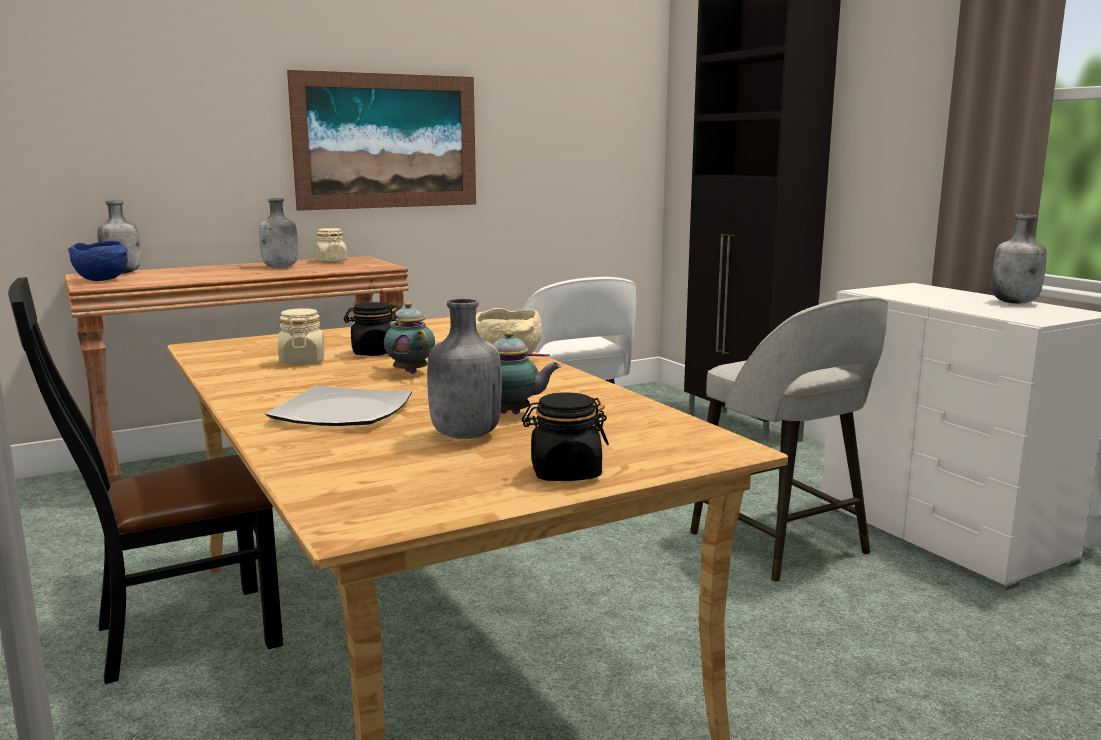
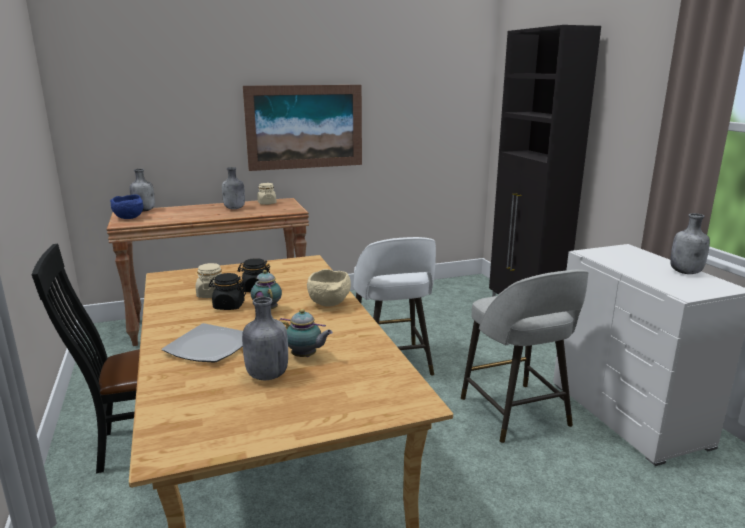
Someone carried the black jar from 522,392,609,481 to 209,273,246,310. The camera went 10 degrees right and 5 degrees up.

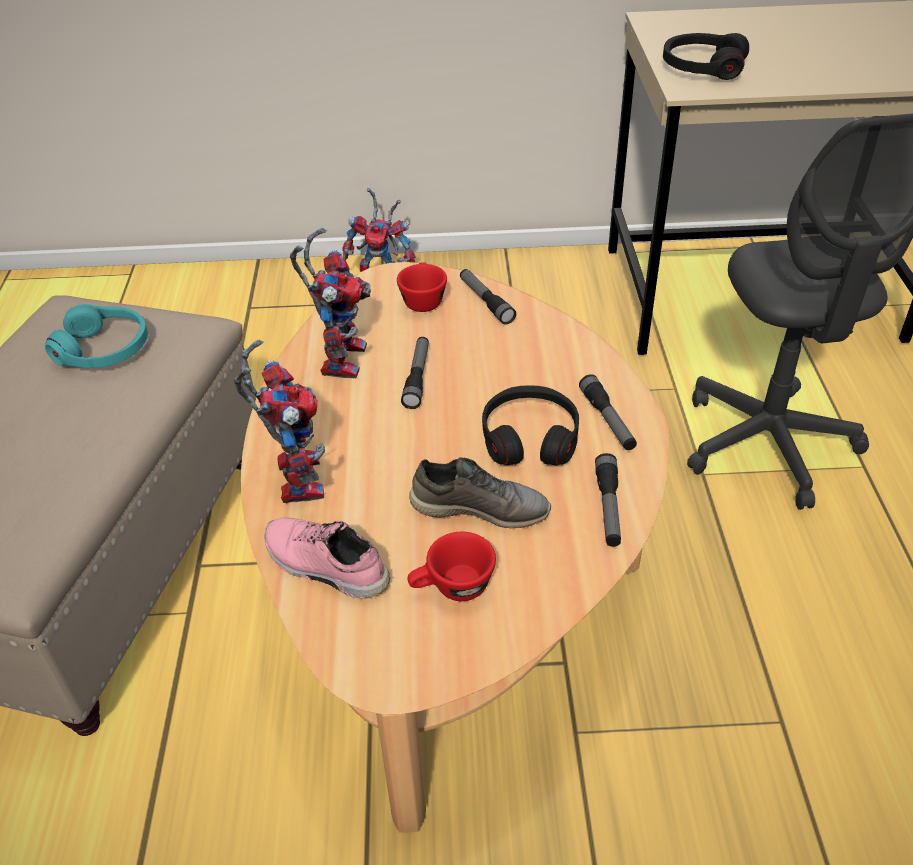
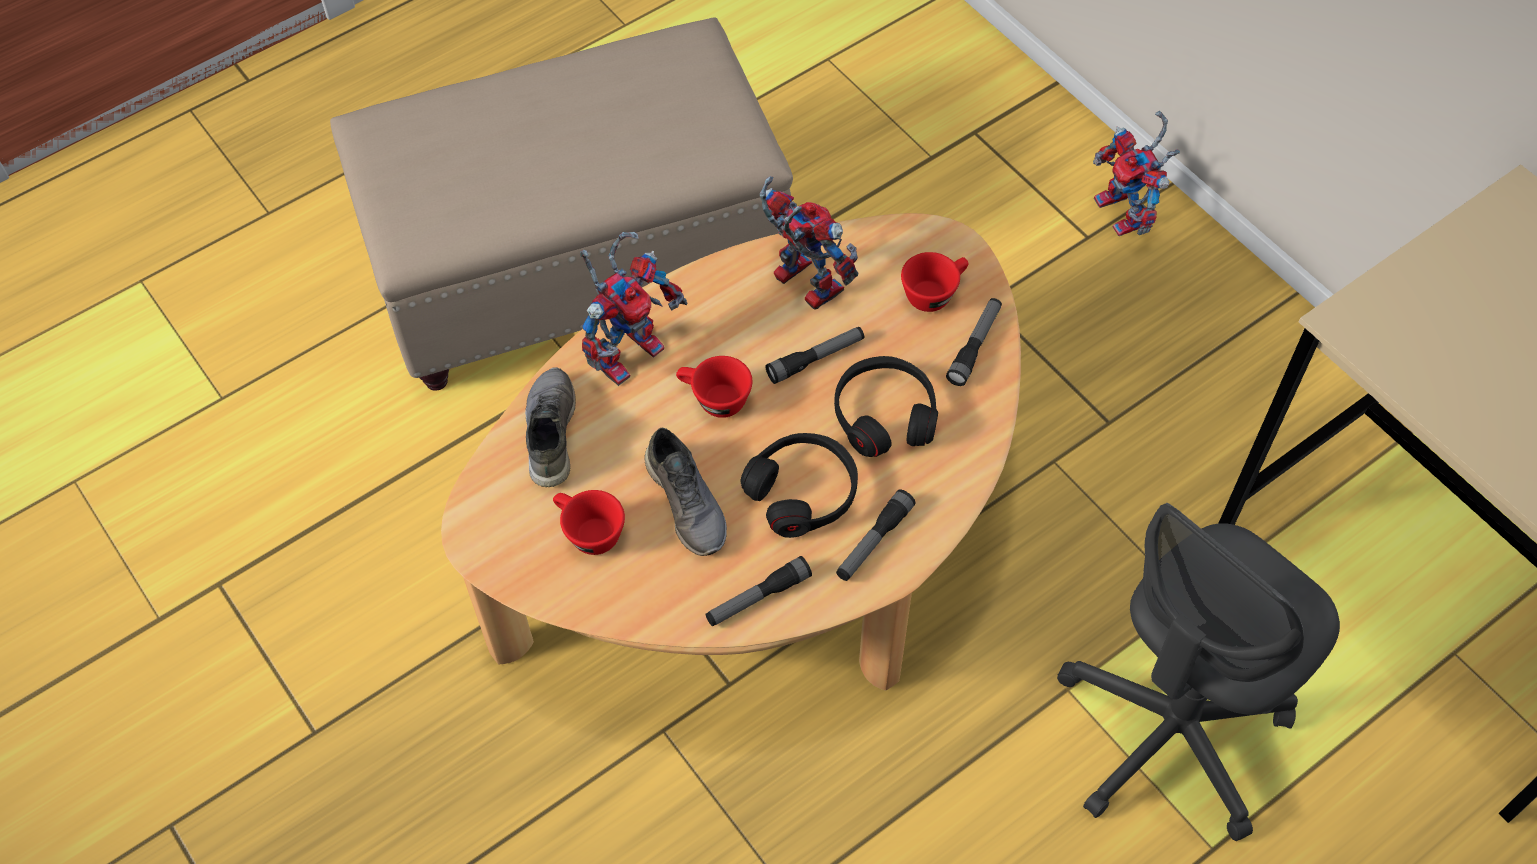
Someone took away the turquoise headphones at 45,304,148,368. Someone put down the red cup at 676,356,752,418. Someone carried the black headphones from 663,33,749,80 to 834,356,938,457. Someone repainted the pink shoe at 264,517,390,599, which became the grey shoe at 525,367,576,487. Someone rotated the toy robot at 290,228,371,378 by 105 degrees counterclockwise. The camera went 55 degrees right and 15 degrees up.

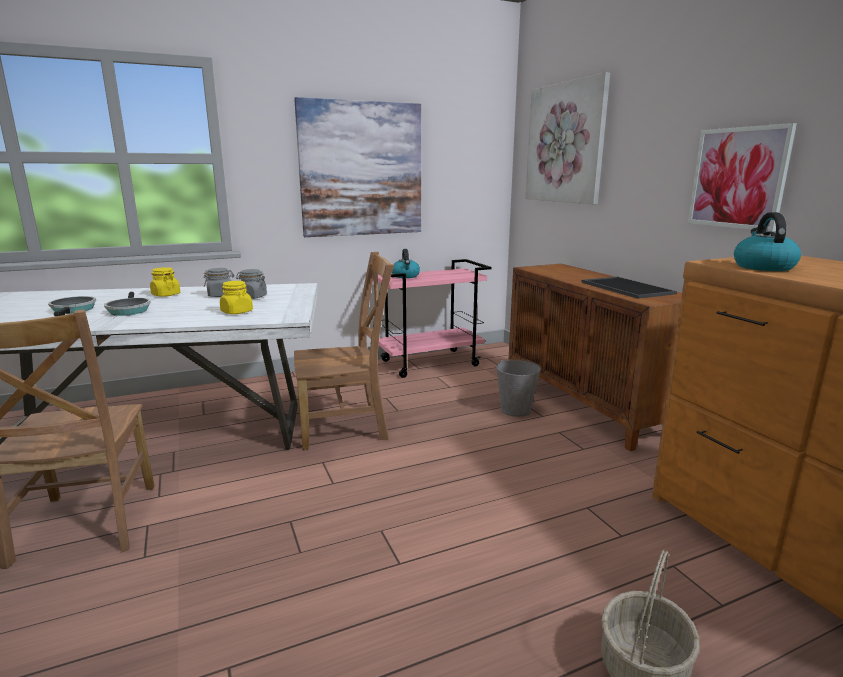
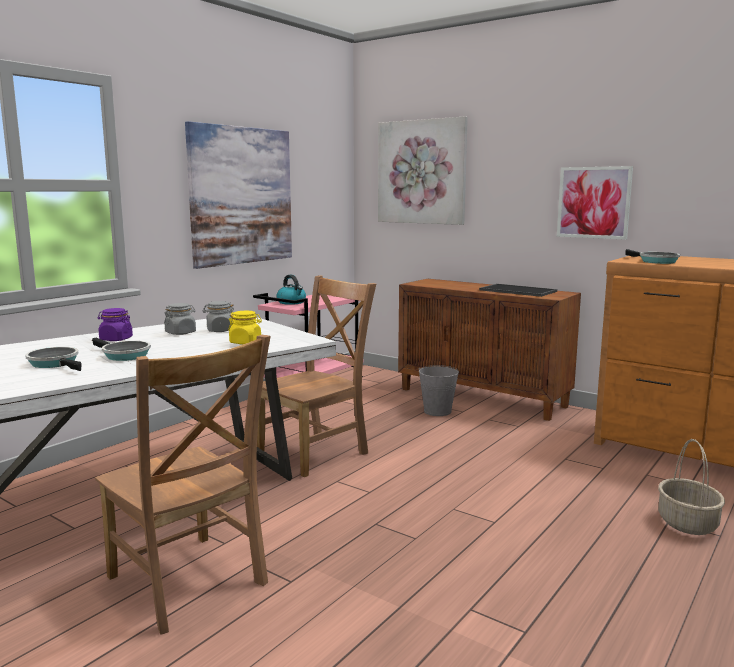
Someone swapped the kettle at 734,212,801,271 for the frying pan at 625,249,680,264. Someone repainted the yellow jar at 150,267,180,297, which became the purple jar at 97,308,133,341. The camera went 30 degrees left and 5 degrees down.

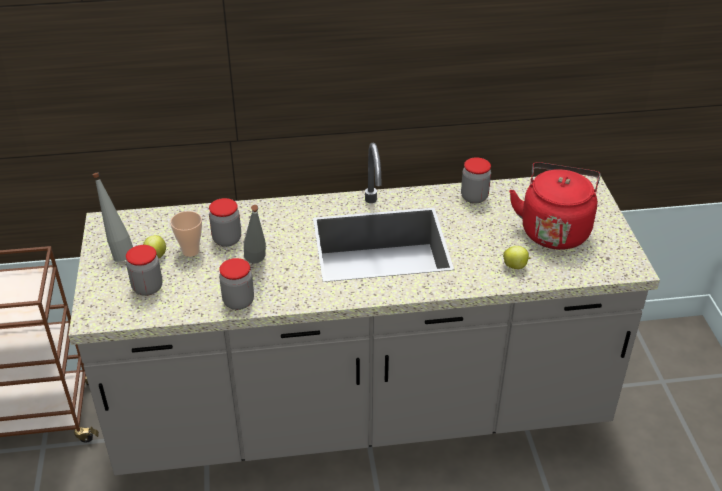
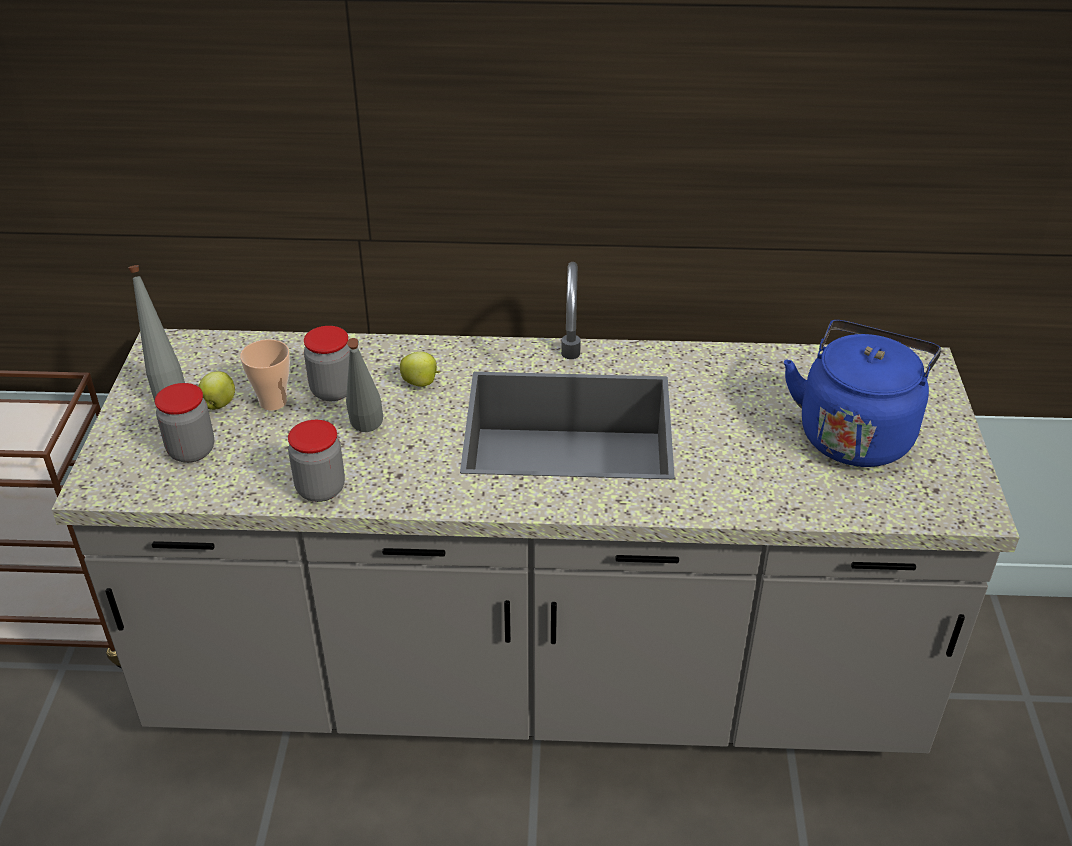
Someone took away the jar at 461,158,491,204. Someone carried the apple from 503,246,531,269 to 400,352,440,387. Someone repainted the red kettle at 509,162,601,250, which became the blue kettle at 784,320,941,467. The camera went 10 degrees right and 0 degrees up.

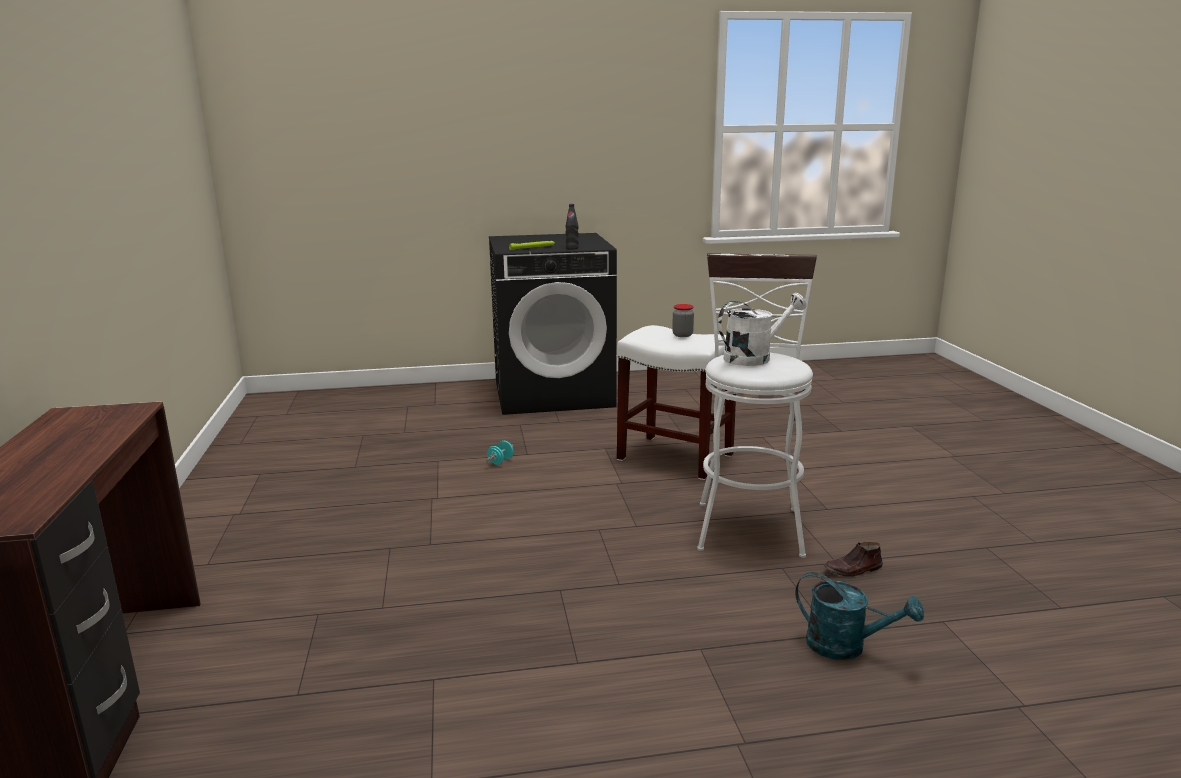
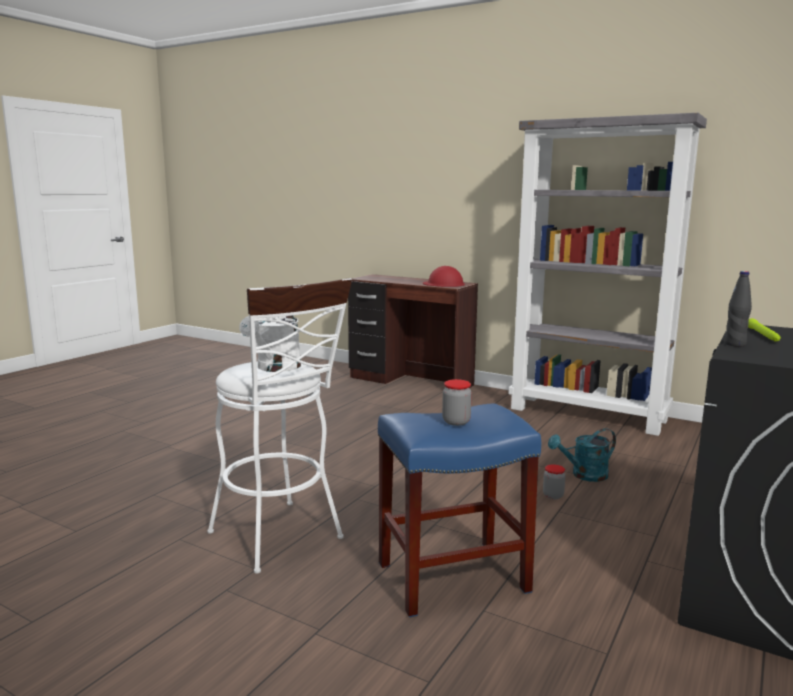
Someone took away the brown shoe at 824,542,883,577. Someone put down the red hard hat at 423,266,465,287. Someone put down the grey bookcase at 509,113,707,436. Someone carried the turquoise watering can from 795,572,924,660 to 548,428,616,482. Someone swapped the turquoise dumbbell at 486,441,514,465 for the jar at 543,464,565,499. Someone repainted the white stool at 617,325,736,480, which became the blue stool at 378,403,541,617. The camera went 130 degrees right and 5 degrees down.

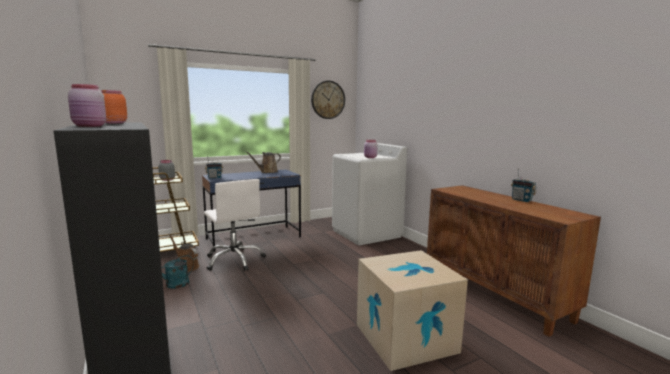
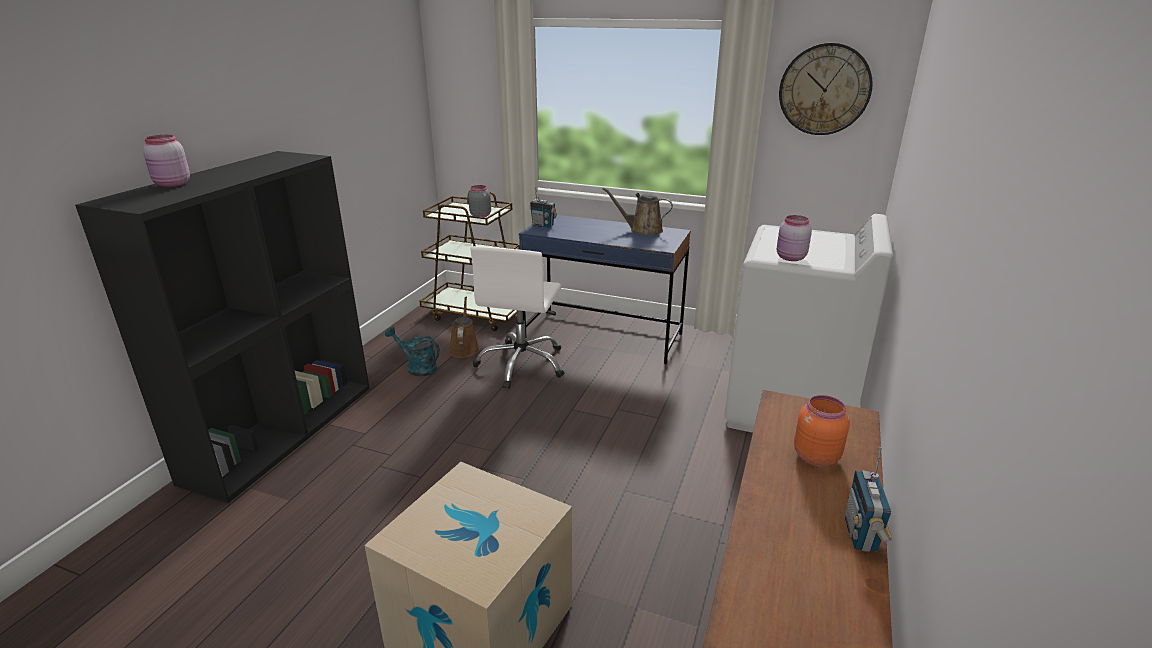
Someone carried the orange jar from 101,90,127,123 to 794,395,850,467. The camera went 50 degrees right and 15 degrees up.

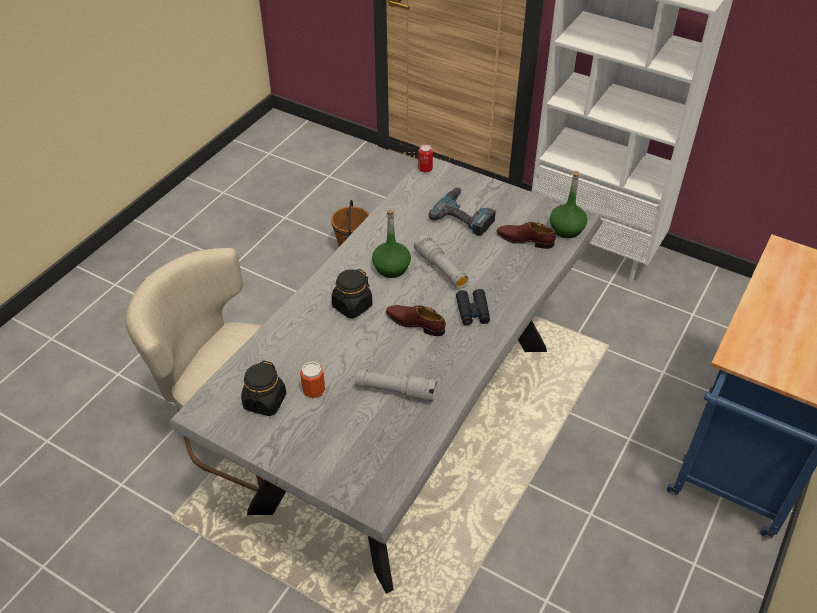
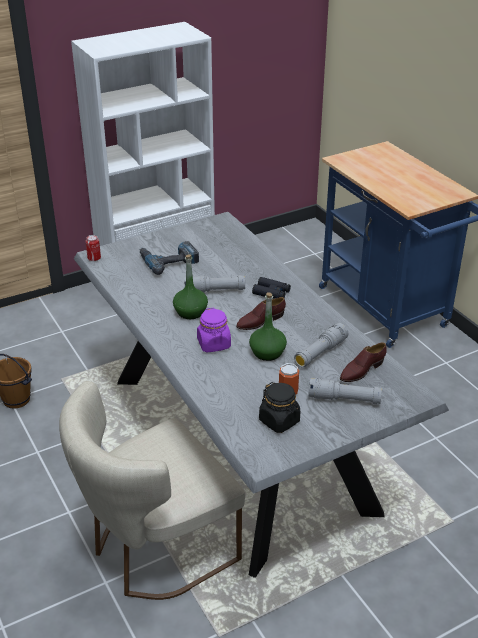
Someone put down the grey flashlight at 308,378,382,404. Someone carried the brown shoe from 496,222,556,249 to 340,342,387,382. Someone carried the green bottle from 550,171,587,238 to 249,292,287,361. Someone repainted the black jar at 331,269,373,319, which became the purple jar at 197,308,231,352. The camera went 60 degrees left and 10 degrees down.

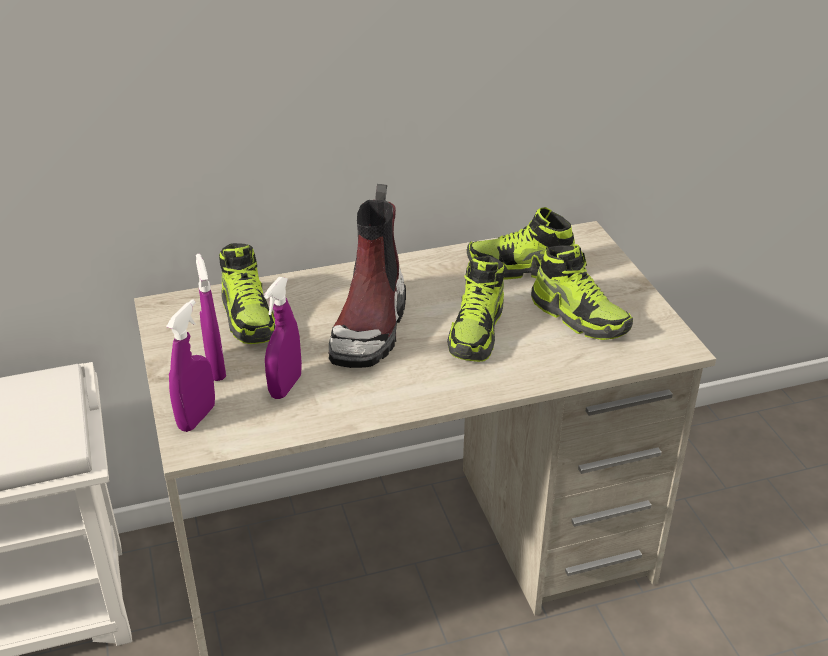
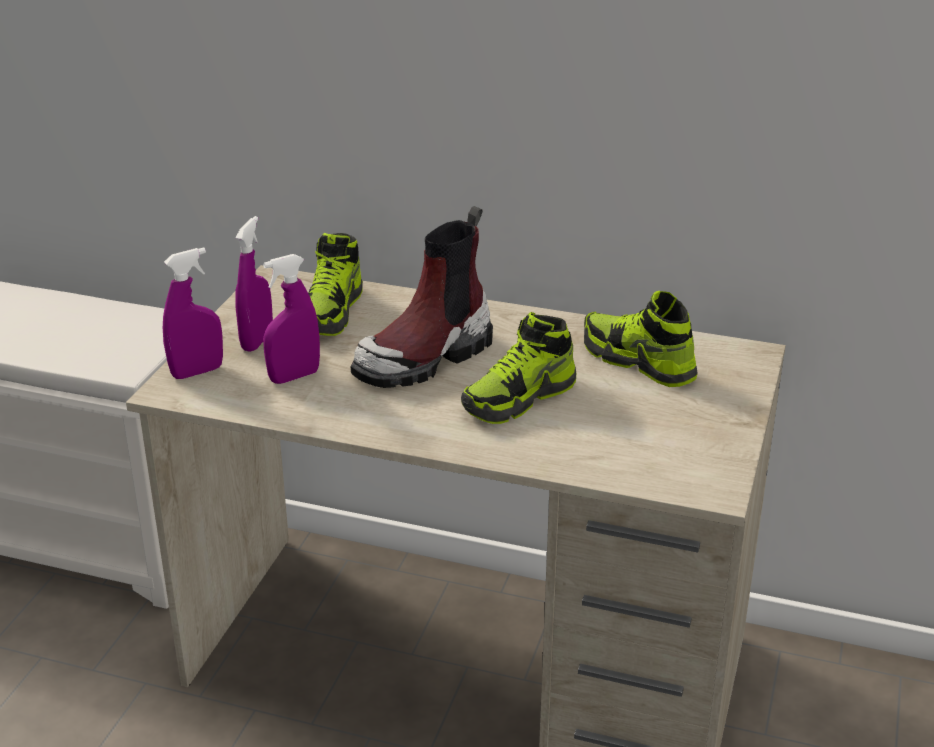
Someone took away the shoe at 531,244,633,340. The camera went 35 degrees right and 5 degrees down.

